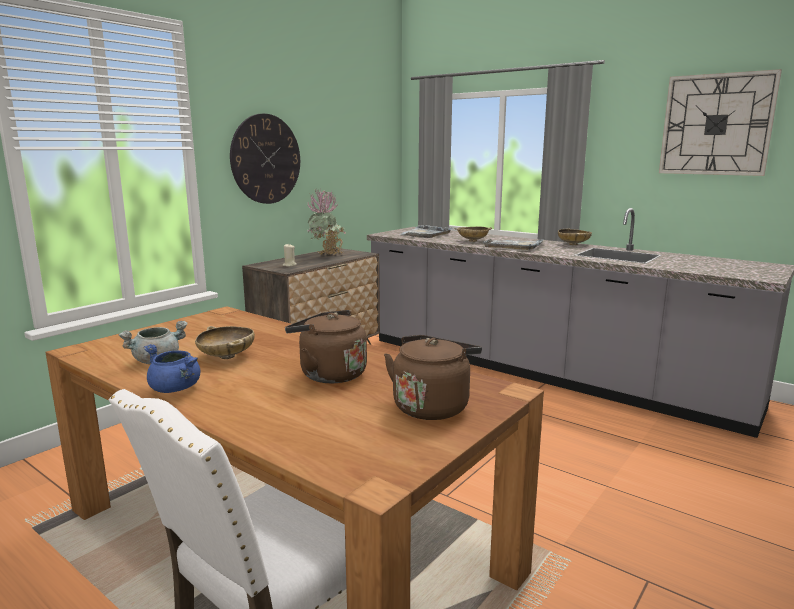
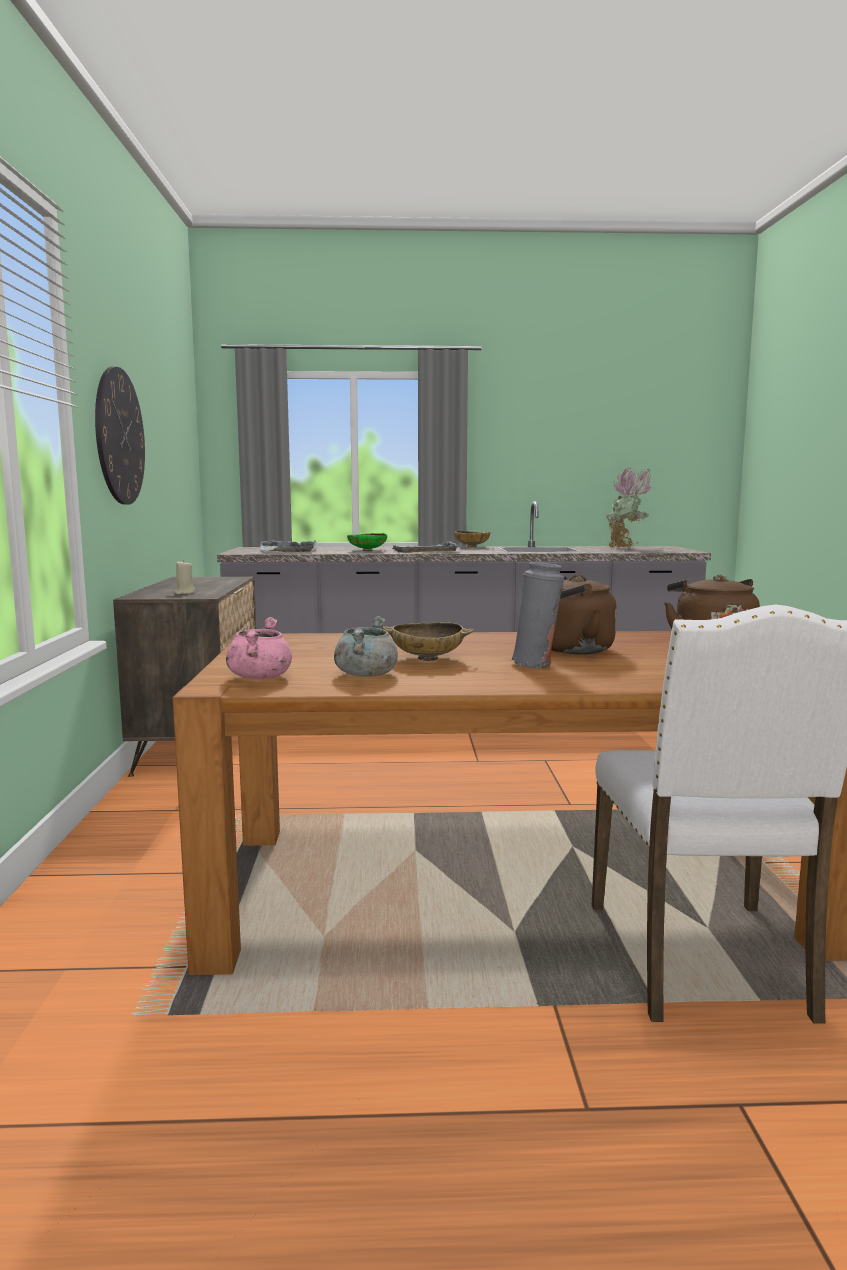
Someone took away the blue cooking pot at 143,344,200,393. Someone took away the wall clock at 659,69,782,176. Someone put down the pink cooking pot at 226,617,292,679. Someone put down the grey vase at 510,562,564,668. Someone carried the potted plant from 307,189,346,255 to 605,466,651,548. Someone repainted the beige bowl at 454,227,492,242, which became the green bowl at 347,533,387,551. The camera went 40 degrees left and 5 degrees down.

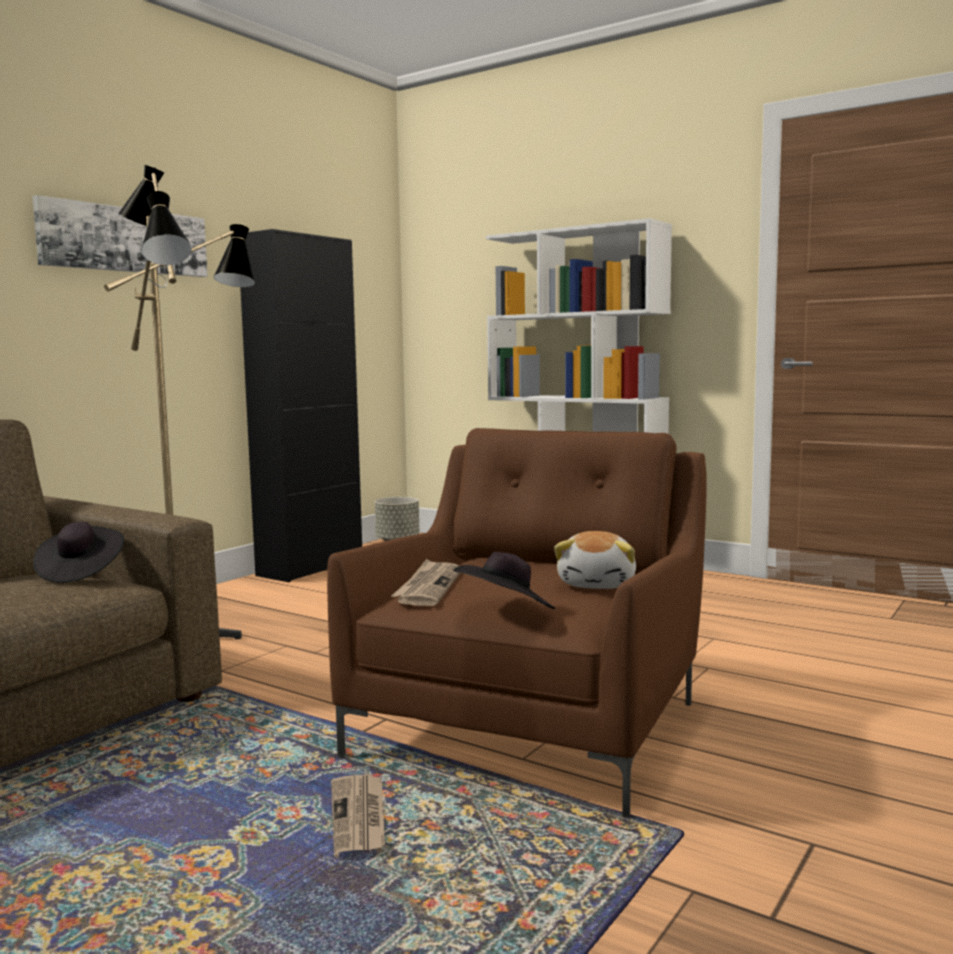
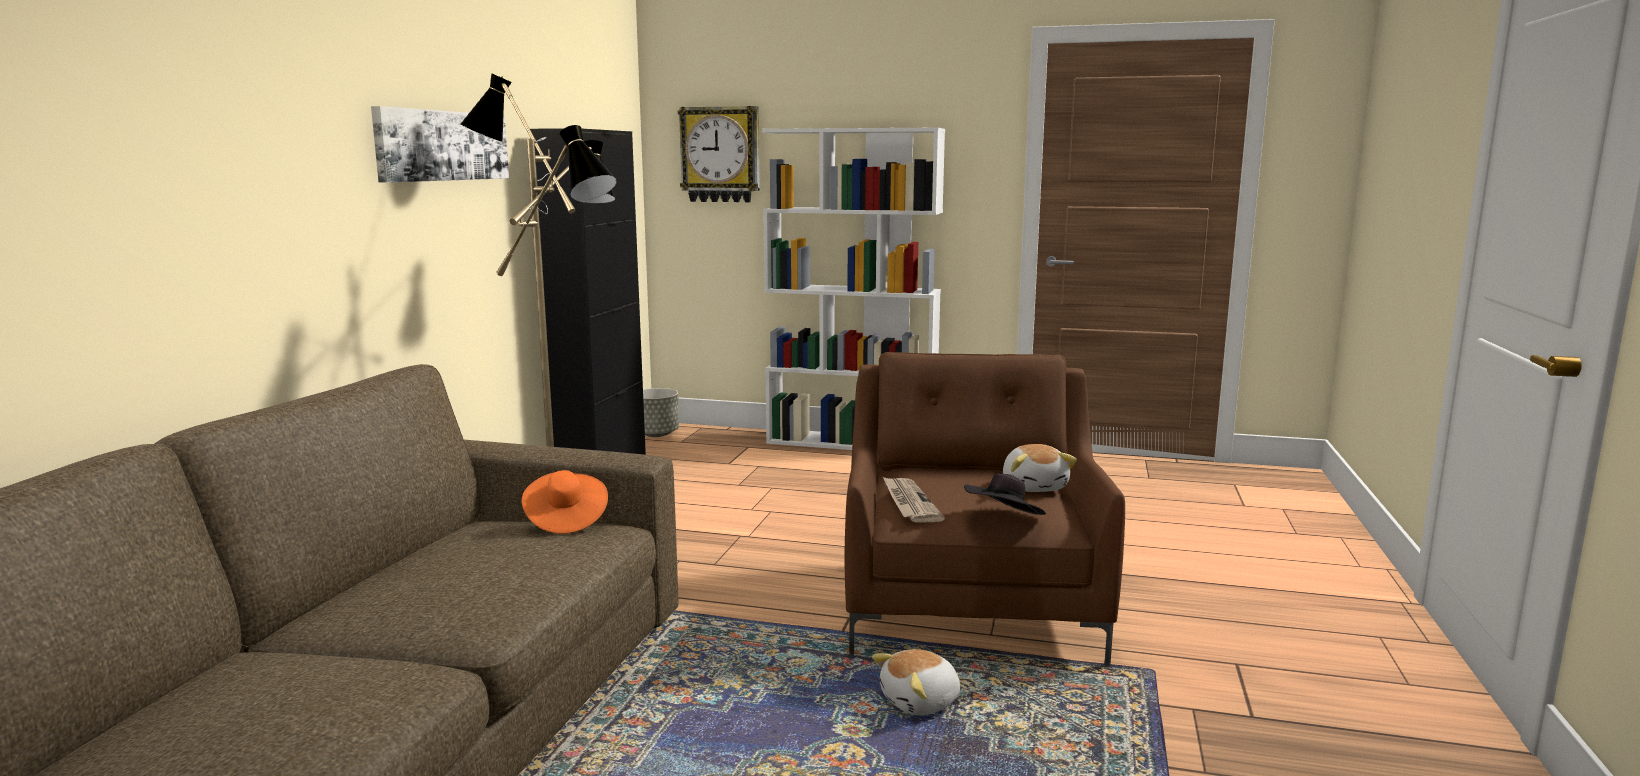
Someone put up the wall clock at 678,106,760,202. Someone swapped the newspaper at 331,774,385,859 for the plush toy at 872,649,960,715. Someone repainted the black hat at 33,522,124,583, which became the orange hat at 522,470,608,534. The camera went 20 degrees left and 5 degrees up.

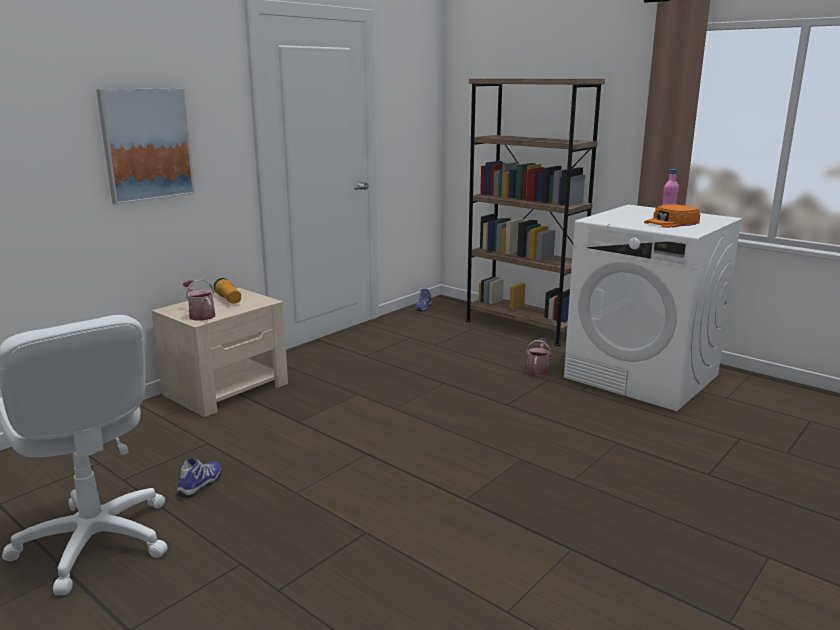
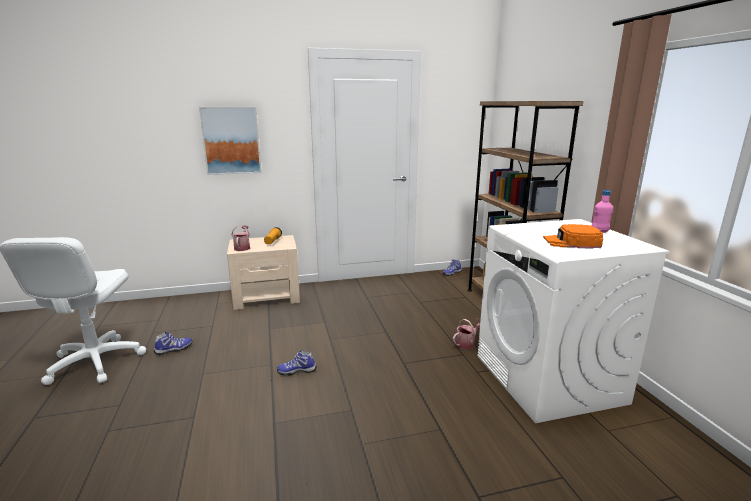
Someone put down the shoe at 277,350,316,375. The camera went 35 degrees right and 0 degrees up.

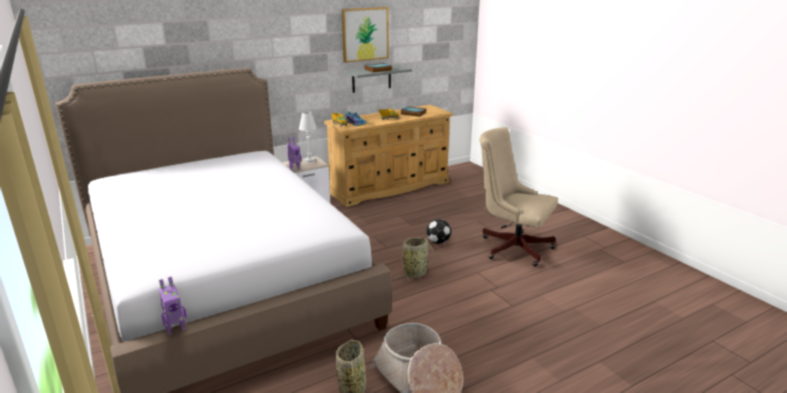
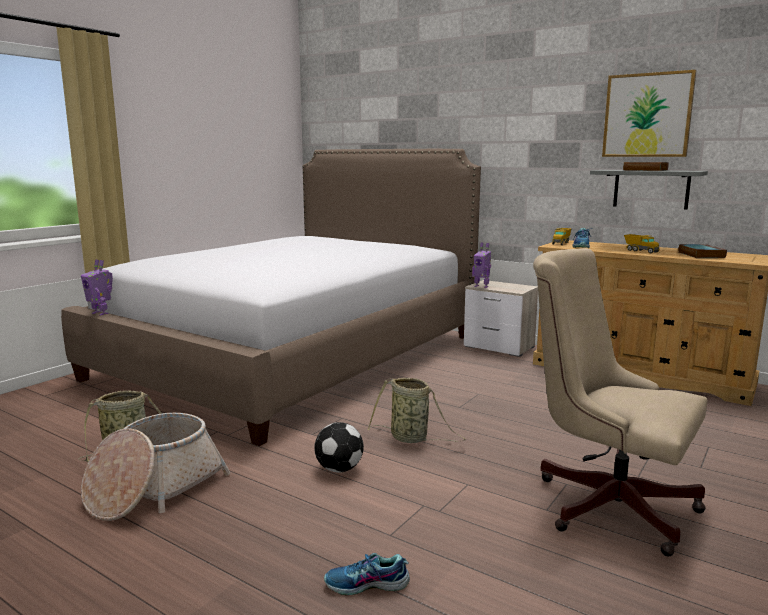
Someone took away the white table lamp at 299,111,317,162. Someone put down the shoe at 324,553,410,595. Someone carried the football from 426,219,451,244 to 314,422,364,473. Someone rotated the beige office chair at 480,127,558,267 by 60 degrees counterclockwise. The camera went 65 degrees right and 10 degrees down.

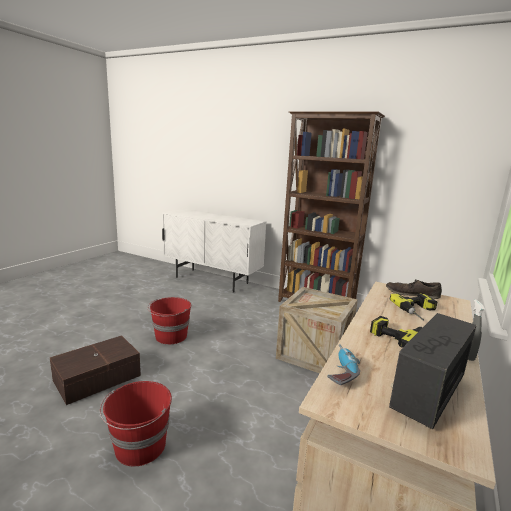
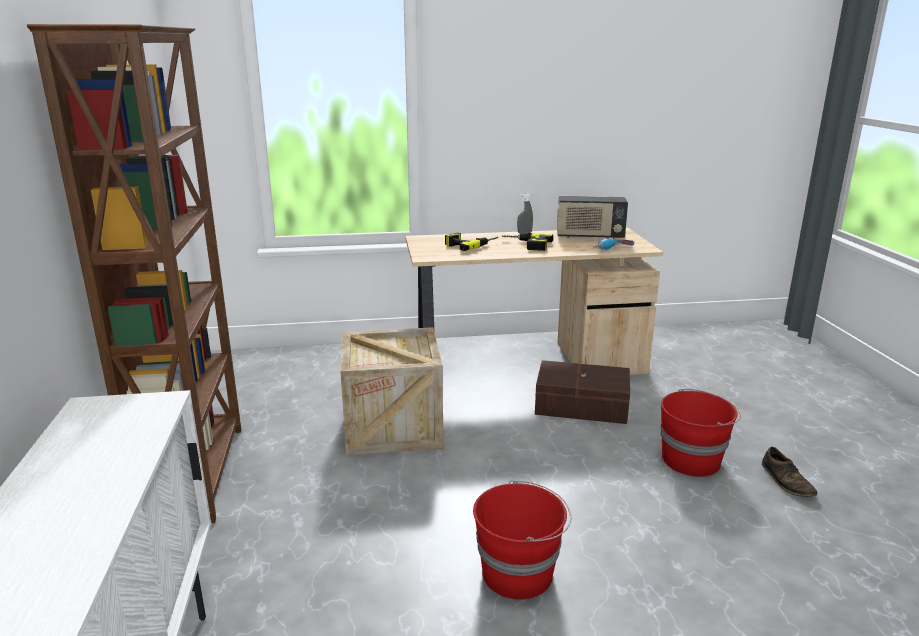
Someone carried the brown storage box from 50,335,141,405 to 535,360,630,424. Someone carried the brown shoe from 386,280,442,299 to 762,447,818,497. The camera went 125 degrees left and 5 degrees up.

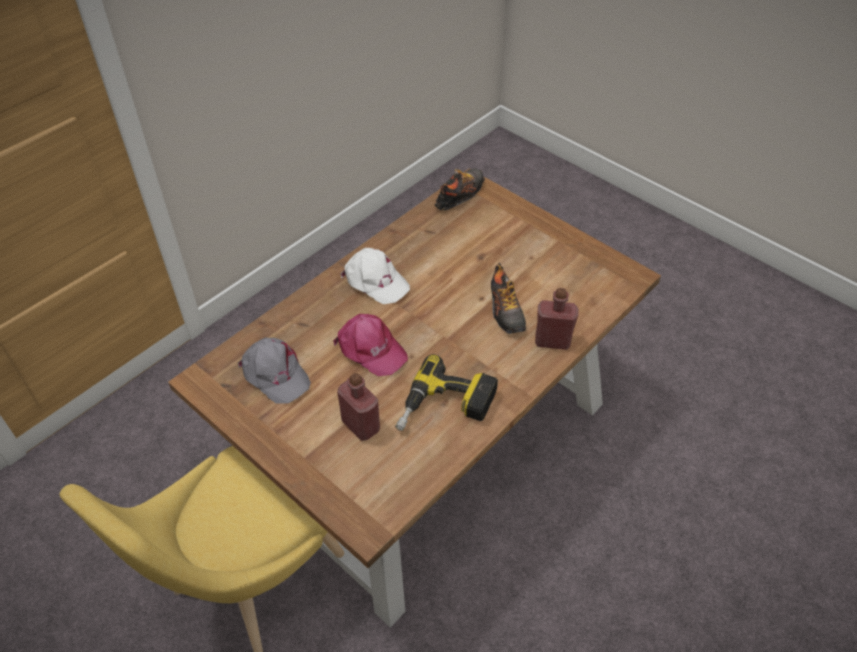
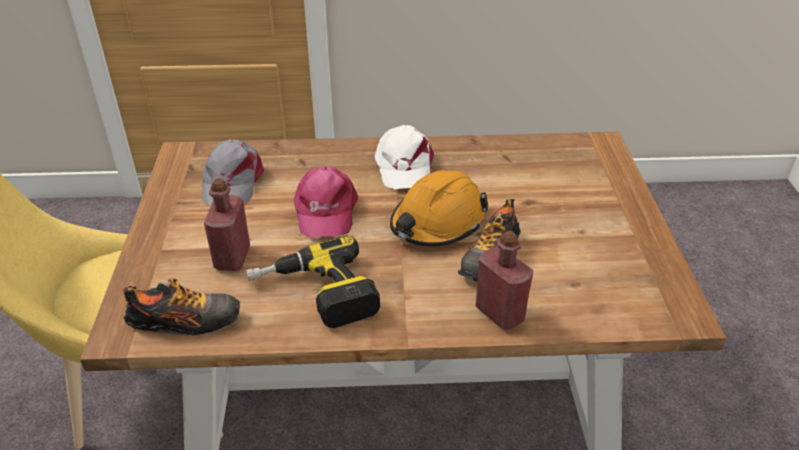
Someone put down the orange hard hat at 390,170,488,246. Someone carried the shoe from 435,168,485,210 to 123,278,240,336. The camera went 45 degrees right and 10 degrees down.

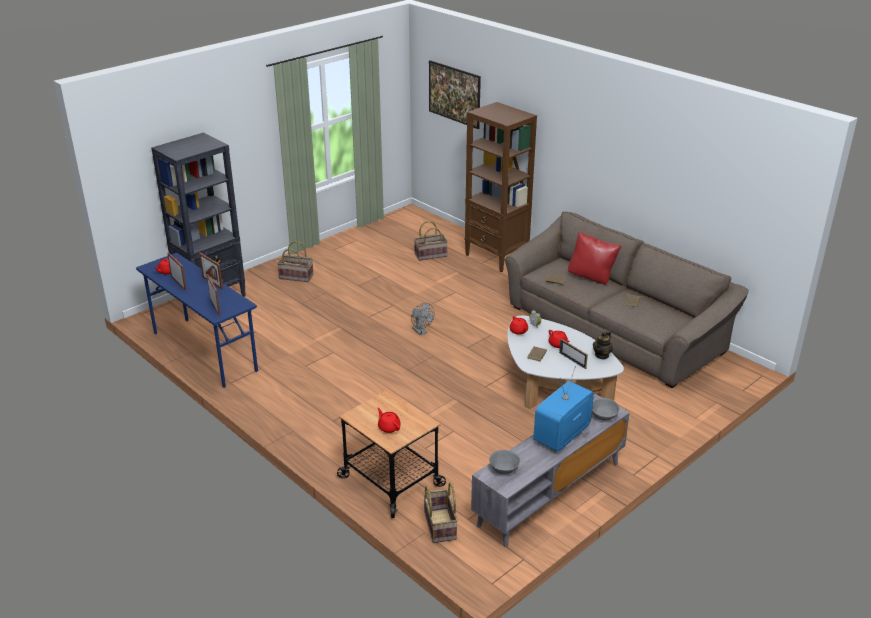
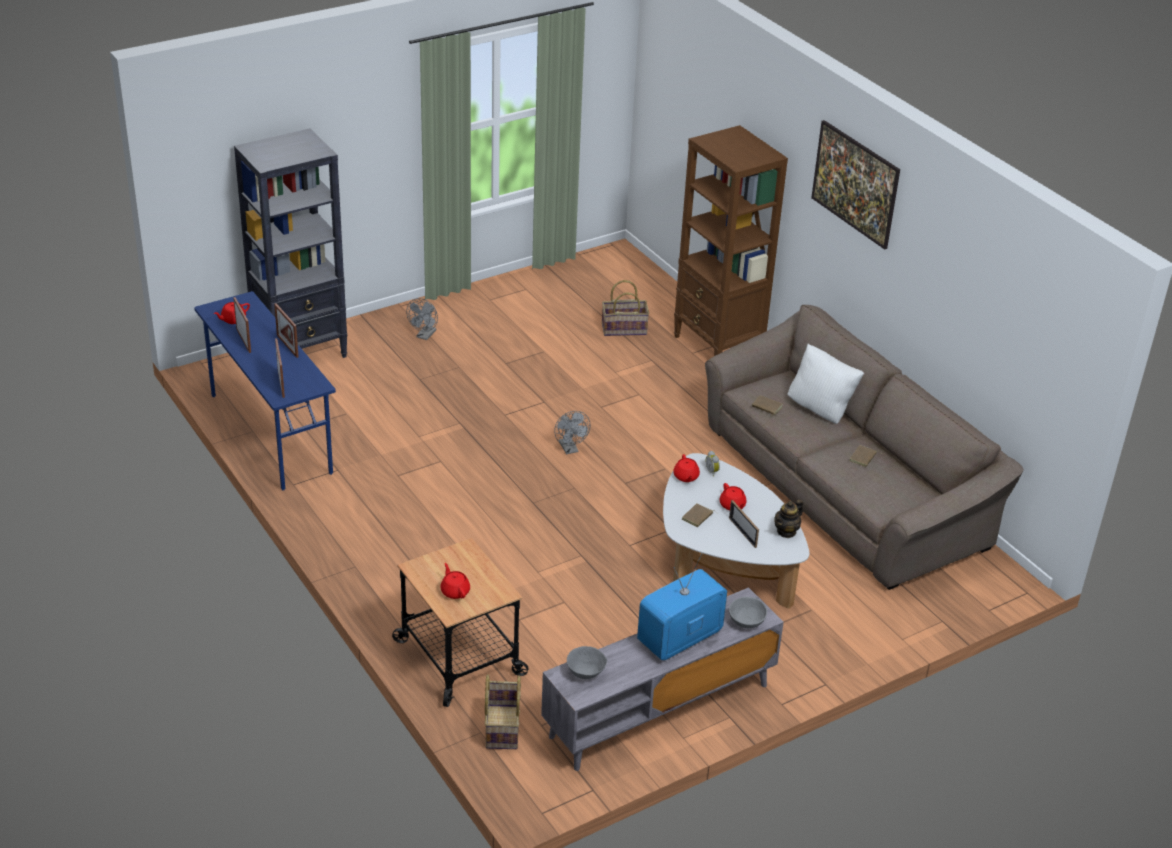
Someone carried the picture from 429,60,481,129 to 811,120,900,250. Someone swapped the basket at 277,241,314,282 for the grey fan at 406,298,438,340. Someone repainted the red pillow at 568,232,621,285, which became the white pillow at 788,344,864,424. The camera went 10 degrees right and 5 degrees up.

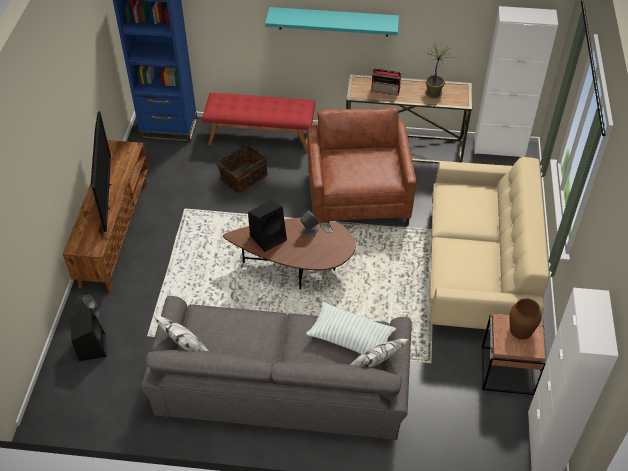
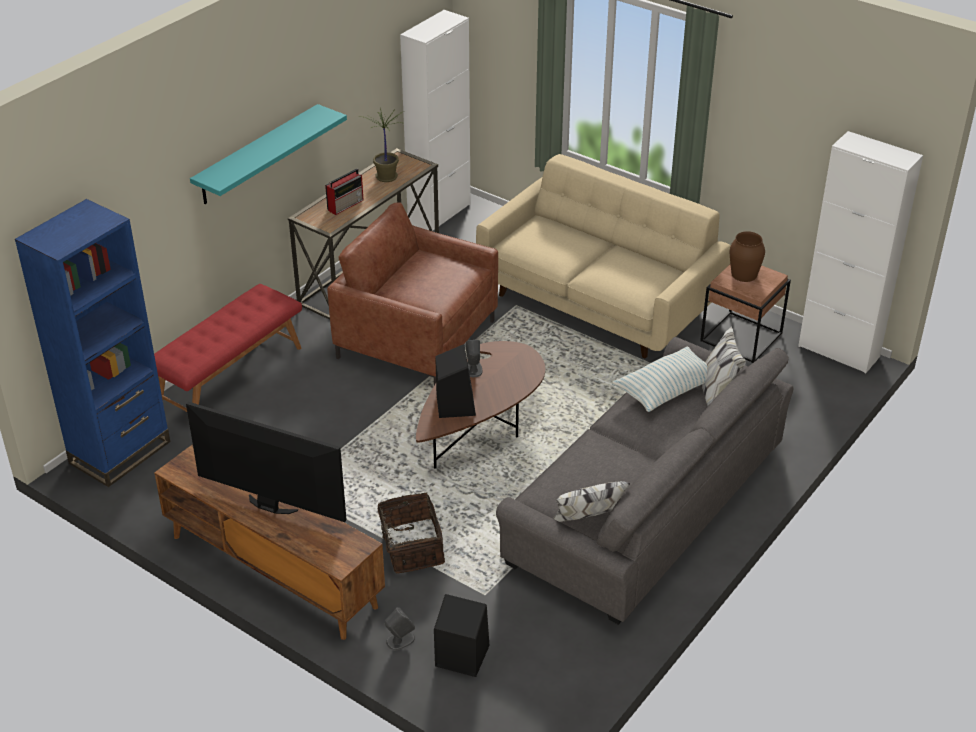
Someone carried the basket from 214,144,267,194 to 373,492,445,574. The camera went 60 degrees left and 10 degrees down.

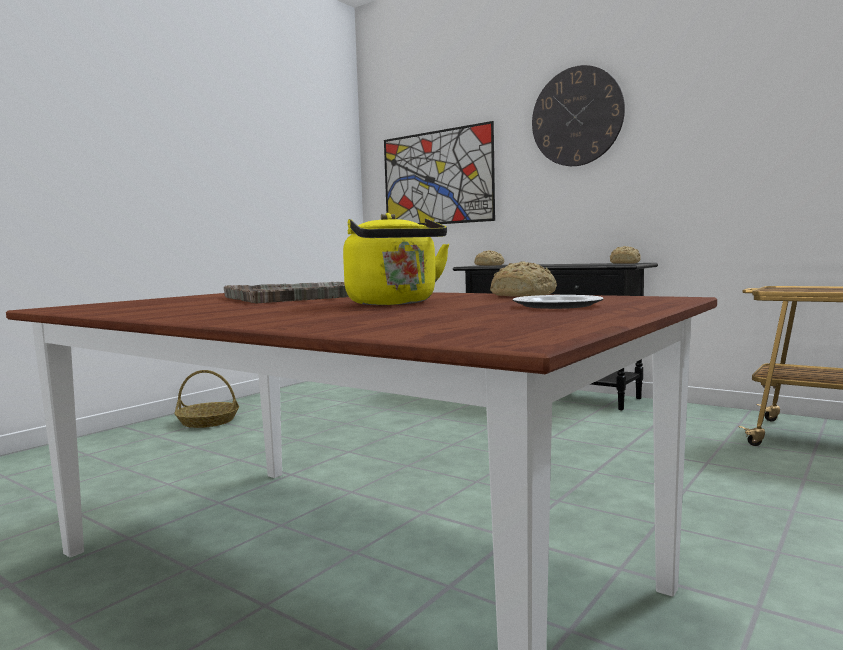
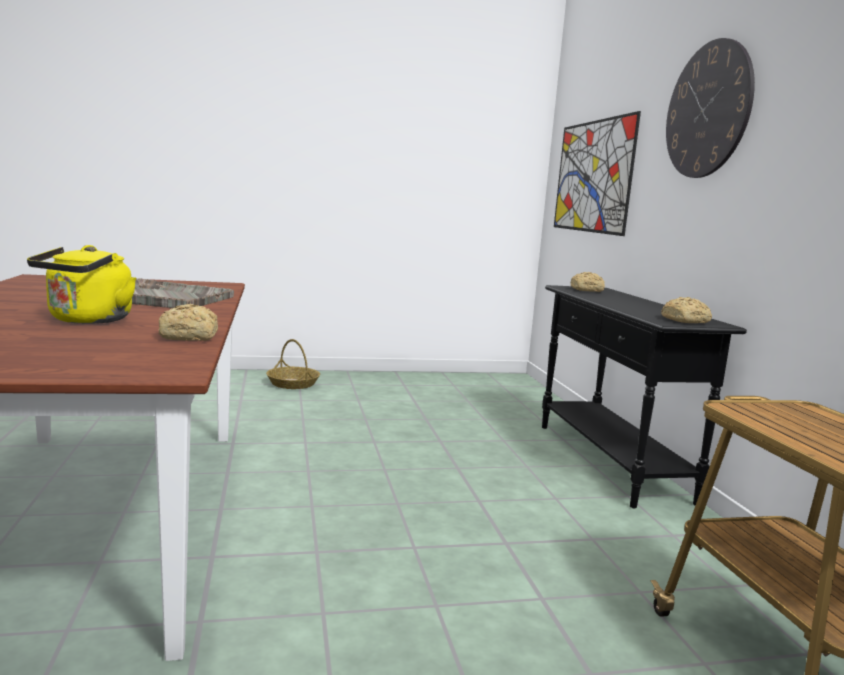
Someone took away the plate at 512,295,603,309. The camera went 40 degrees right and 5 degrees up.

